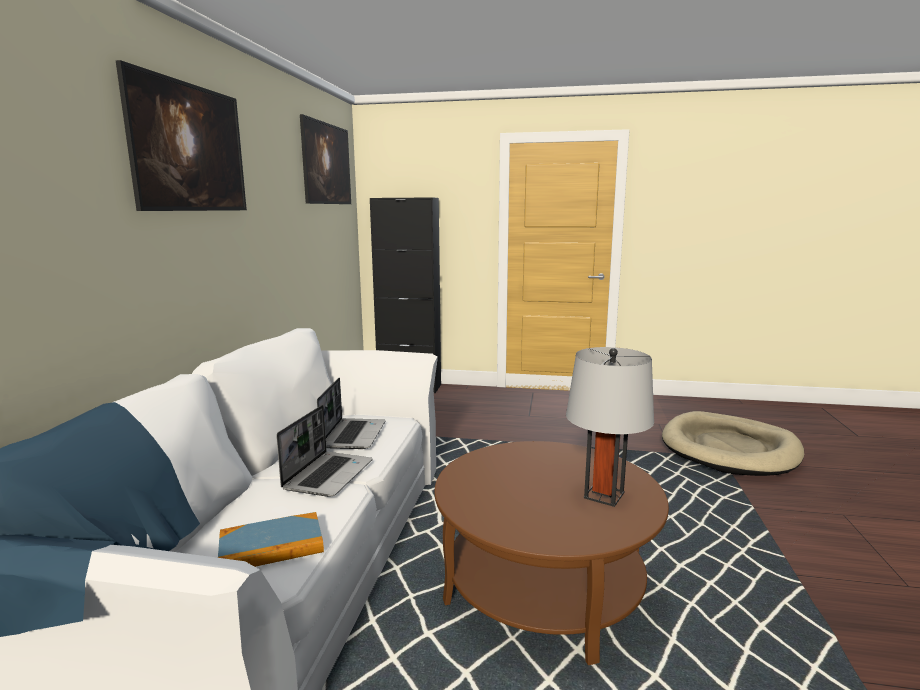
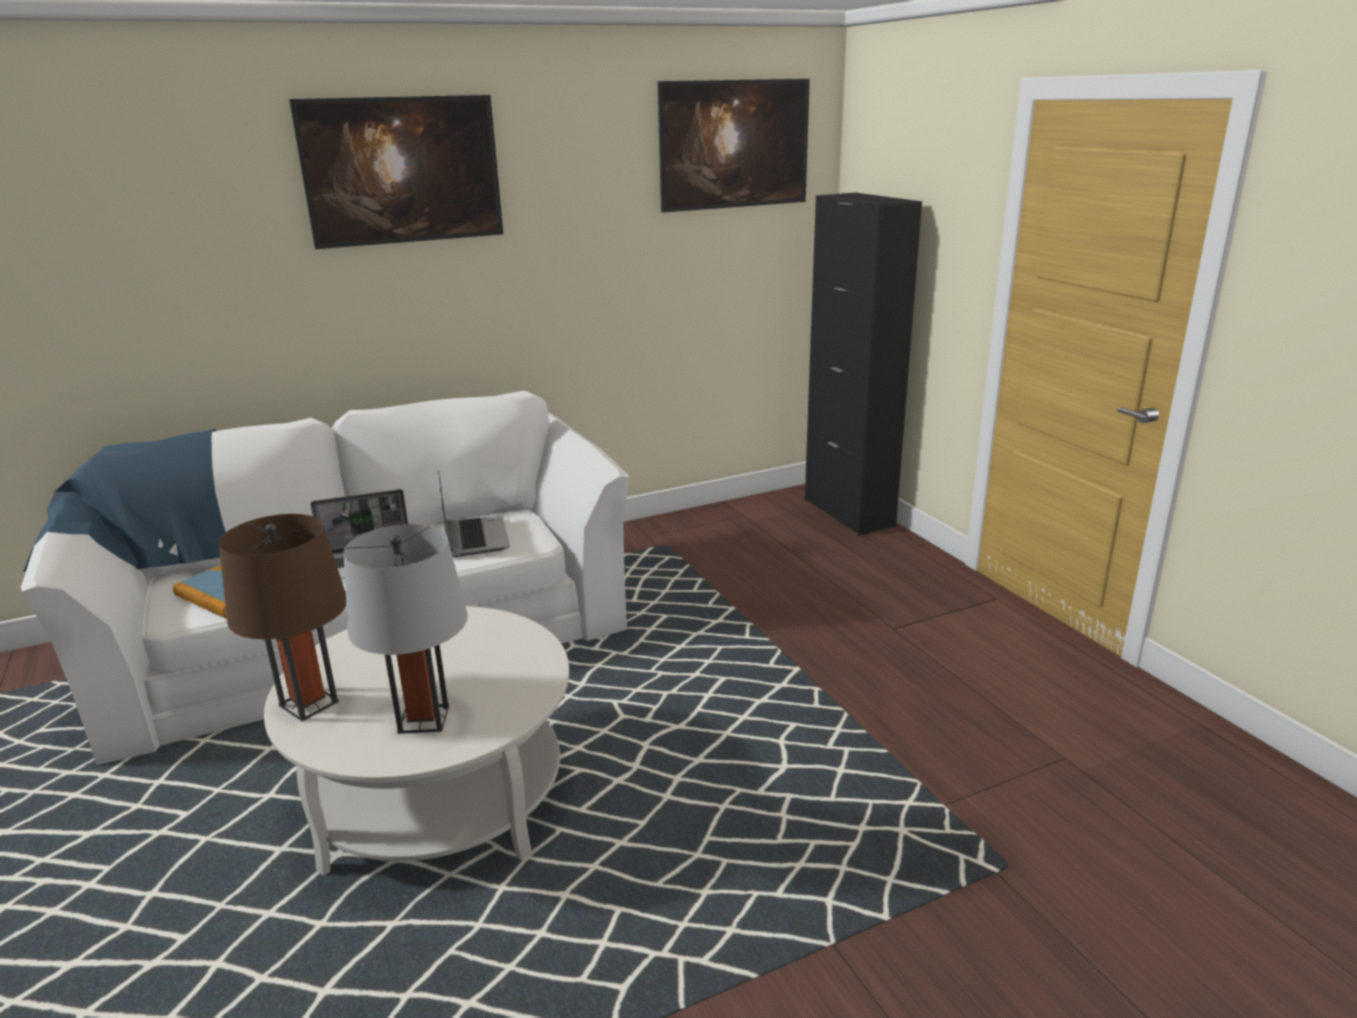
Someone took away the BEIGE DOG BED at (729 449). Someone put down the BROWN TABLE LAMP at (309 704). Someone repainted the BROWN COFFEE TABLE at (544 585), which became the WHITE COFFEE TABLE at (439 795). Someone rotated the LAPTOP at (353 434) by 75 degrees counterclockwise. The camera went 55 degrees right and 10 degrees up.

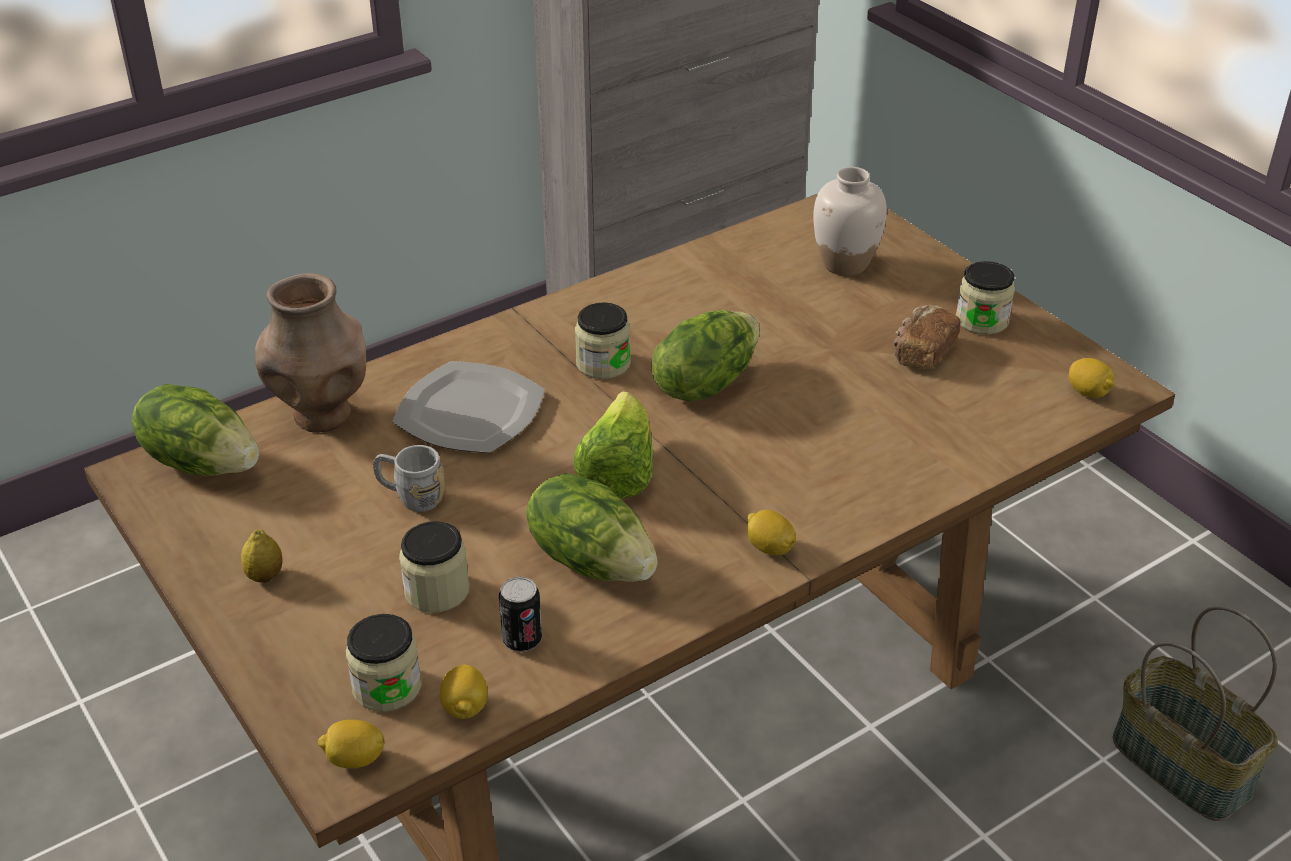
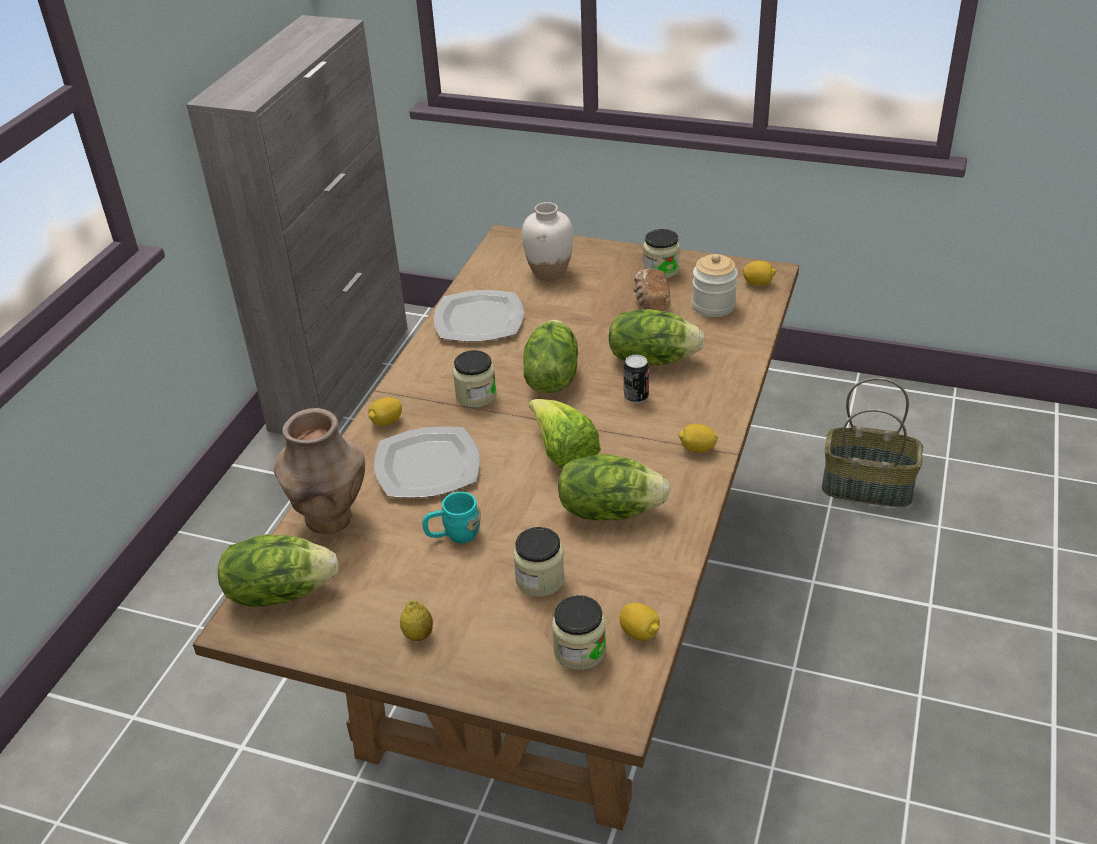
Someone put down the PLATE at (480 319). Someone put down the LETTUCE at (652 359). Someone put down the JAR at (713 306). Someone carried the LEMON from (354 759) to (386 422). Someone carried the CAN from (522 640) to (636 396). Someone repainted the GREY MUG at (411 497), which became the TURQUOISE MUG at (454 535). The camera went 35 degrees left and 0 degrees up.

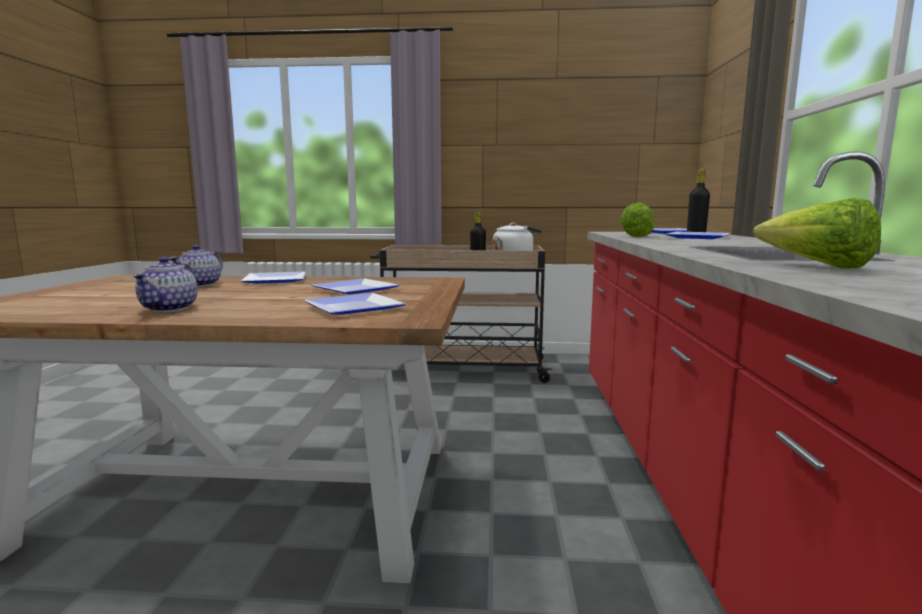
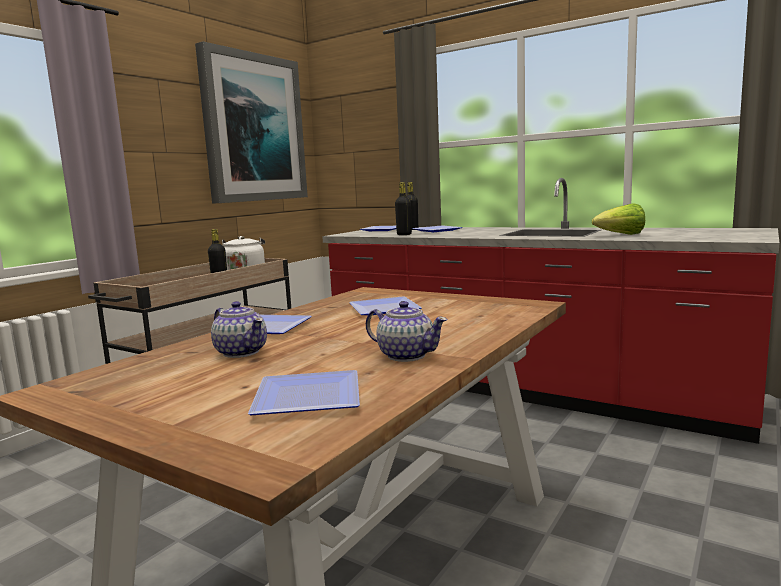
Someone put up the PICTURE at (253 129). Someone carried the PLATE from (350 308) to (304 399). Someone swapped the LETTUCE at (635 236) for the BLACK BOTTLE at (404 234). The camera went 60 degrees left and 0 degrees up.

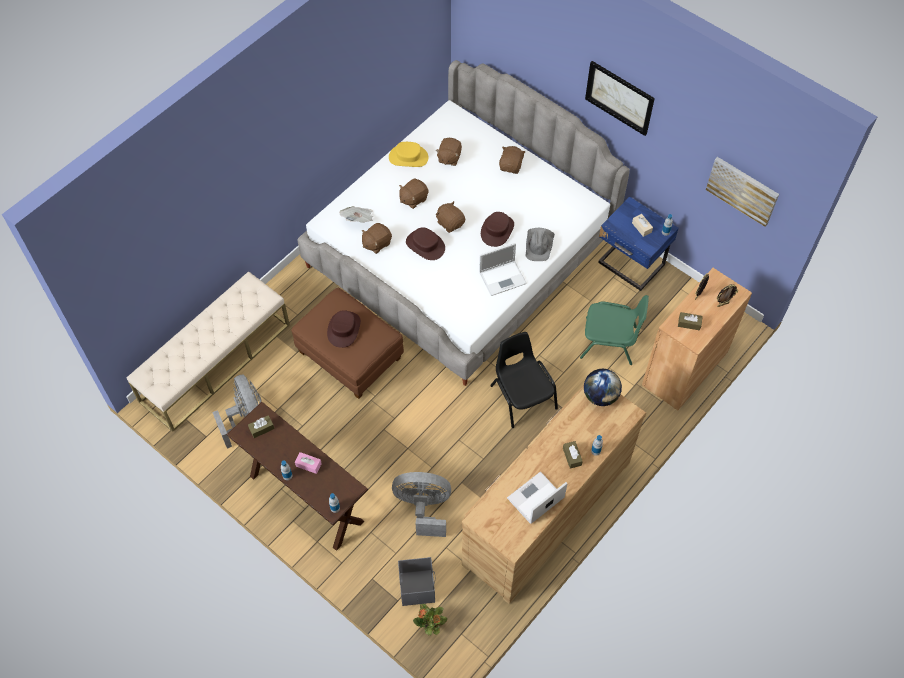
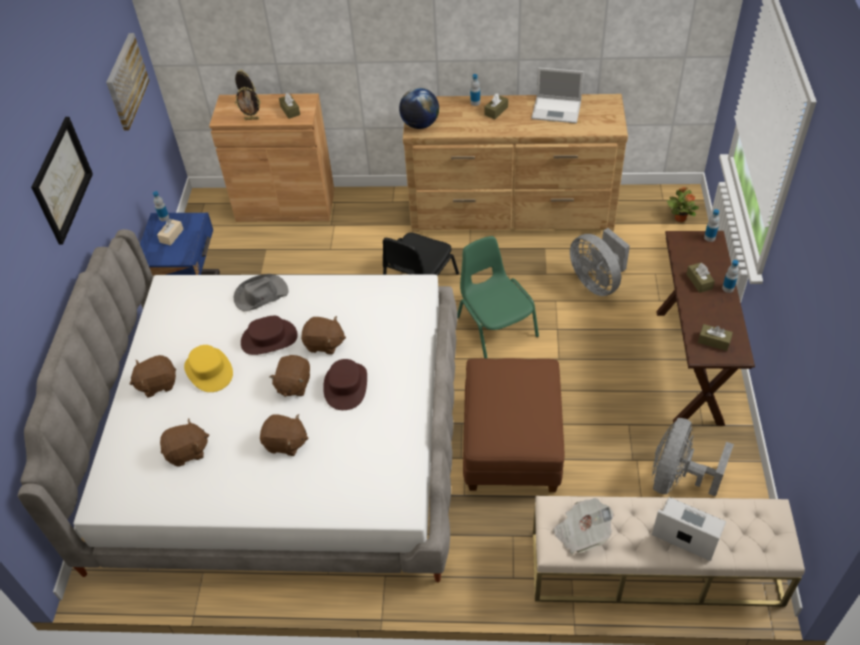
Someone took away the BROWN HAT at (344 329). Someone took away the GREY STORAGE BOX at (417 587). Someone carried the NEWSPAPER from (358 219) to (581 533). Someone carried the BROWN PLUSH TOY from (376 243) to (324 344). Someone carried the YELLOW HAT from (408 157) to (209 370). Someone carried the LAPTOP from (503 277) to (687 529). Someone carried the GREEN CHAIR from (609 342) to (495 326). Someone repainted the PINK TISSUE BOX at (308 465), which became the BROWN TISSUE BOX at (699 281). The camera went 125 degrees left and 10 degrees down.

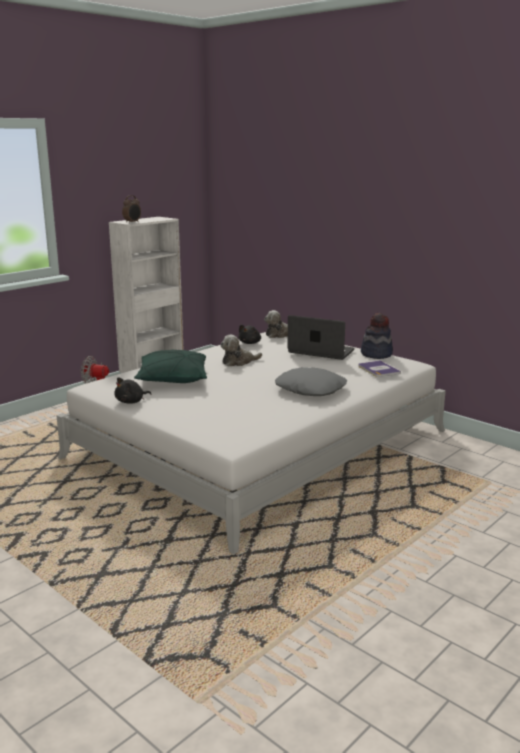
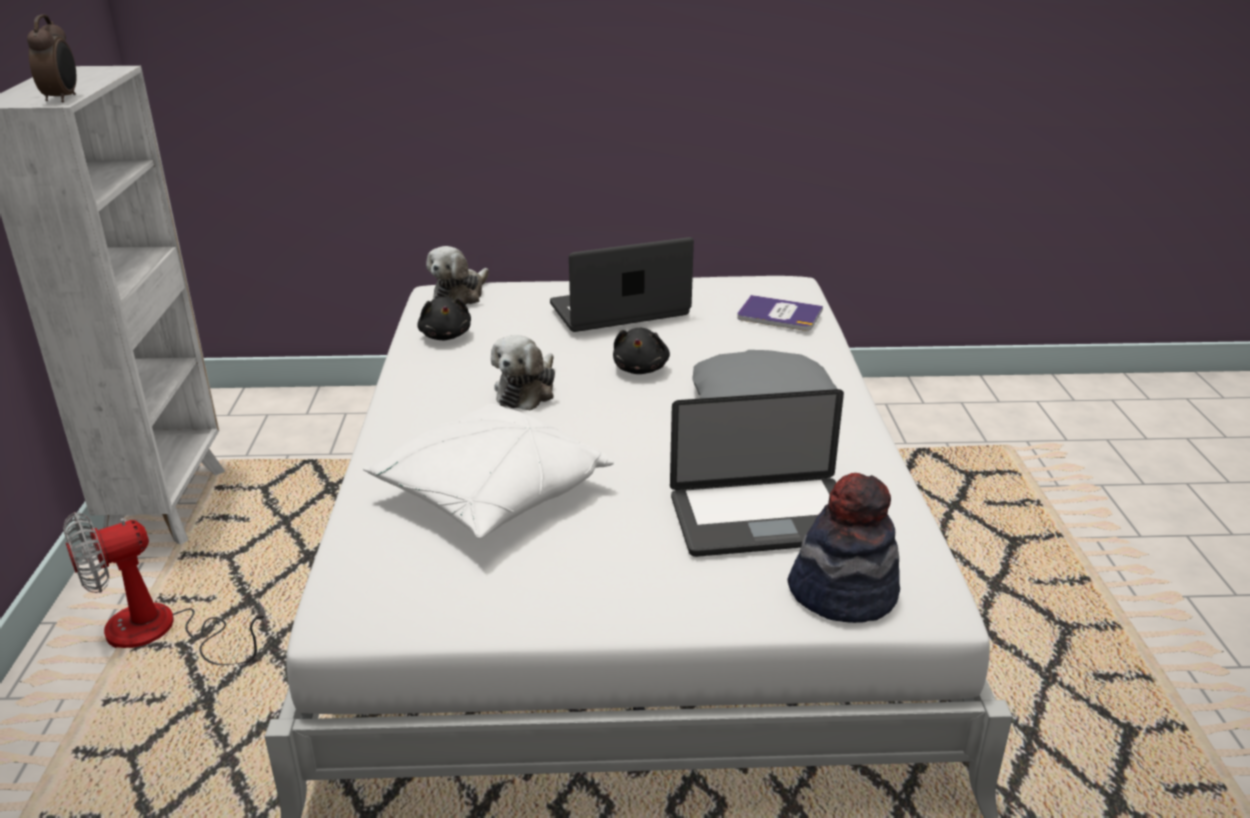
Someone put down the LAPTOP at (764 519). Someone carried the BLACK PLUSH TOY from (131 402) to (641 369). Someone carried the HAT from (376 354) to (843 592). Someone repainted the GREEN PILLOW at (172 379), which became the WHITE PILLOW at (490 495). The camera went 45 degrees left and 10 degrees up.

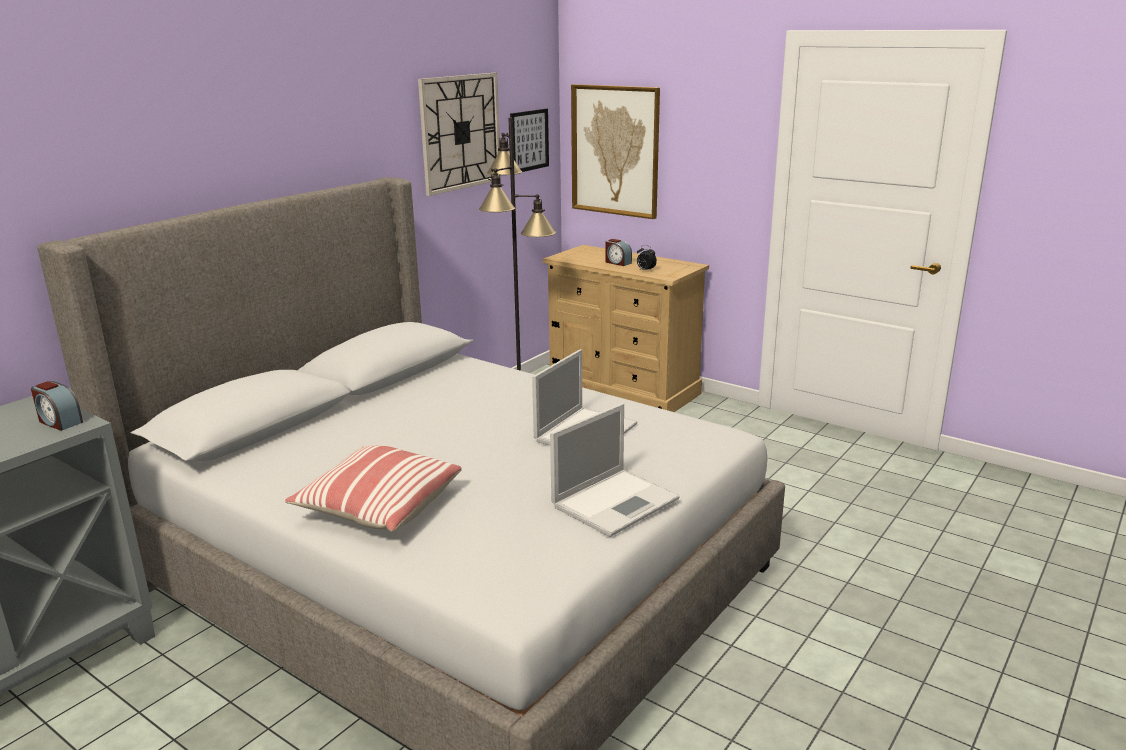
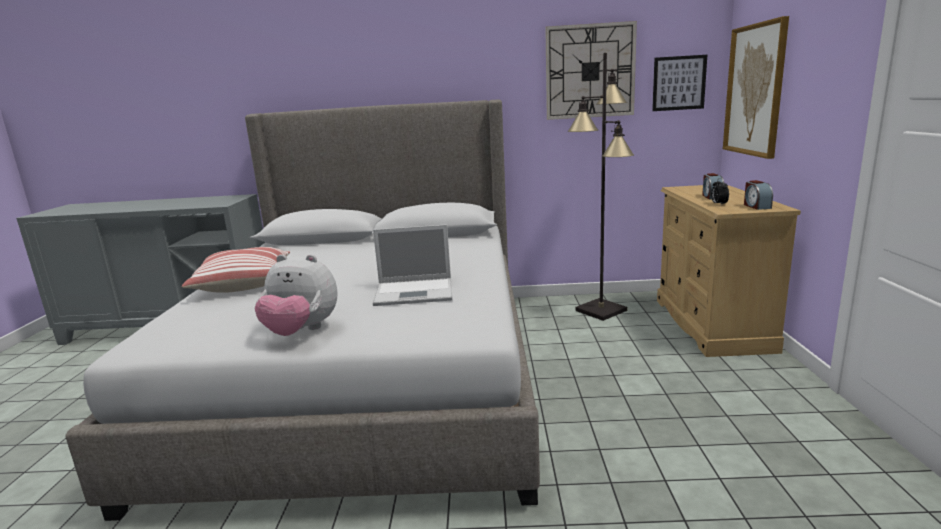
Someone carried the ALARM CLOCK from (59 422) to (756 206). Someone swapped the LAPTOP at (616 501) for the PLUSH TOY at (301 332). The camera went 55 degrees right and 5 degrees down.

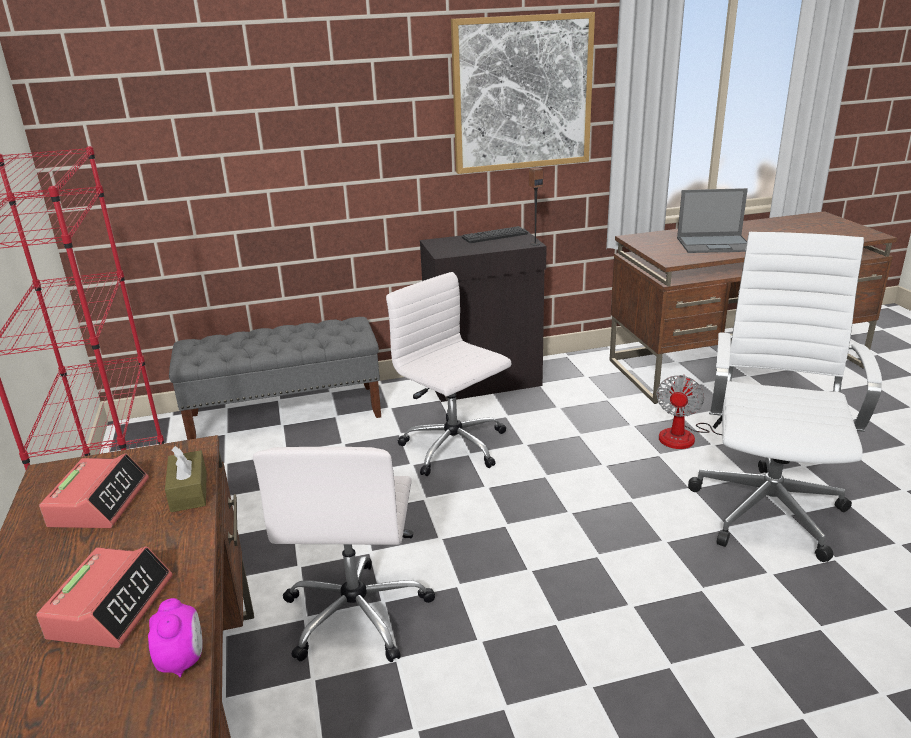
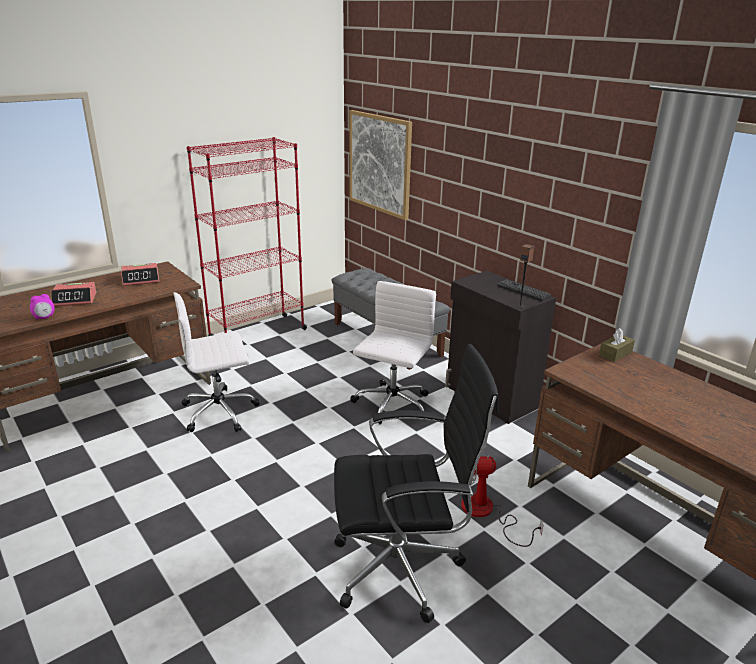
Someone took away the LAPTOP at (715 244). Someone carried the BROWN TISSUE BOX from (189 491) to (615 353). Someone carried the PICTURE from (522 93) to (380 163). Someone repainted the WHITE OFFICE CHAIR at (767 507), which became the BLACK OFFICE CHAIR at (403 568). The camera went 65 degrees right and 0 degrees up.

